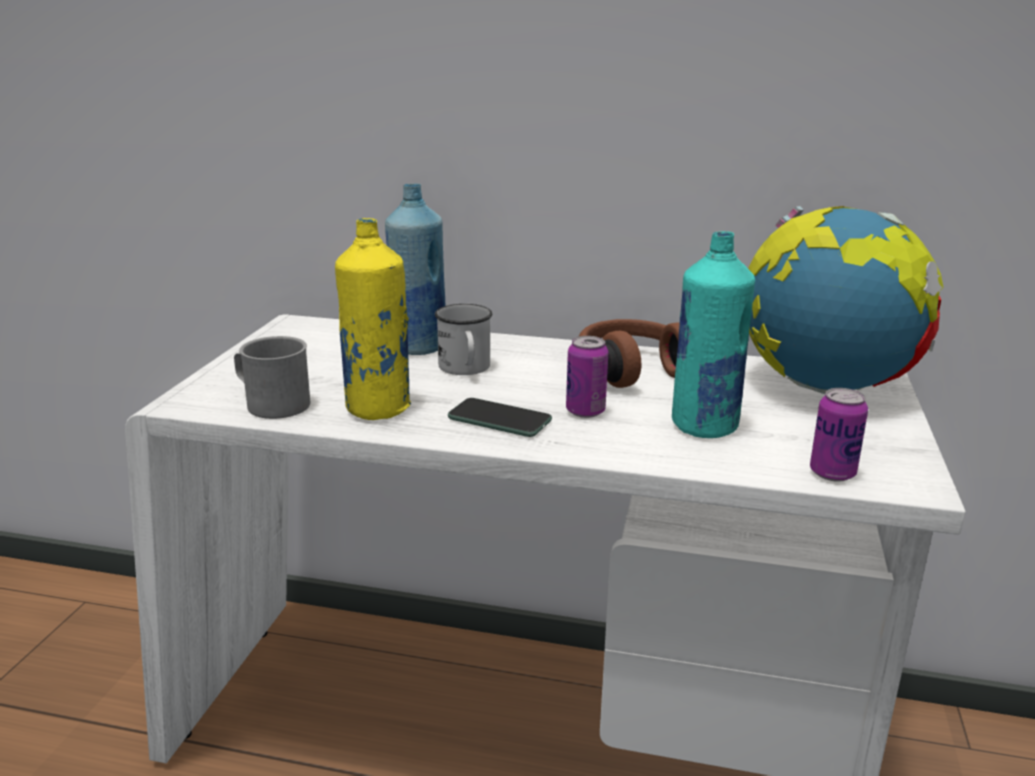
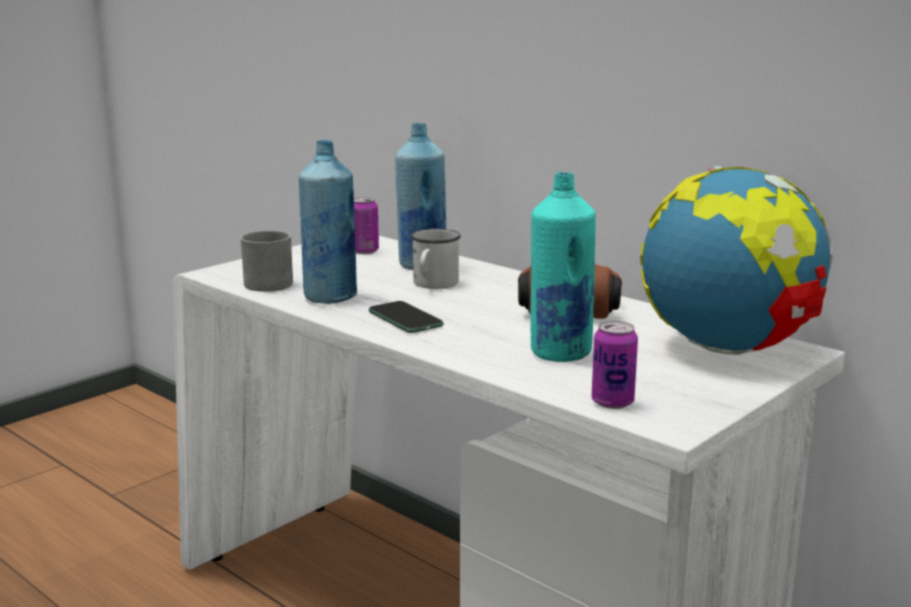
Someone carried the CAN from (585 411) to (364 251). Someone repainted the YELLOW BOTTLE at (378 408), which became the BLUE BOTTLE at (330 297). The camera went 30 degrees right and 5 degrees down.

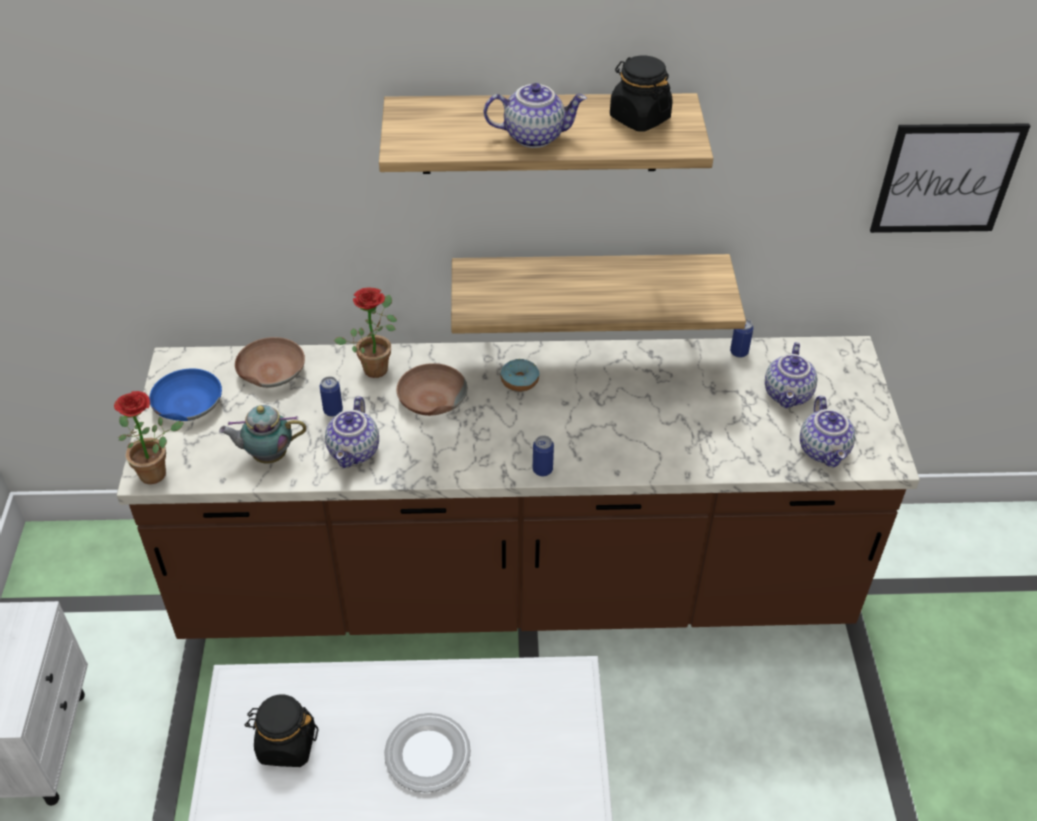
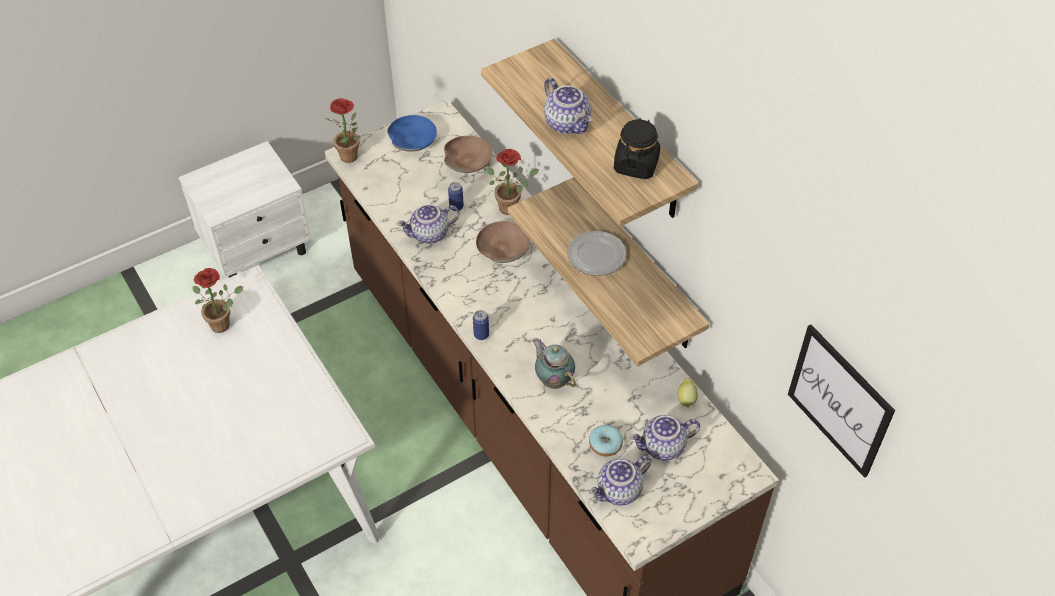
Someone carried the TEAPOT from (267 455) to (553 379). Someone carried the PLATE from (428 755) to (596 256). Someone carried the DONUT from (519 380) to (605 444). Someone swapped the BLACK JAR at (286 744) for the POTTED PLANT at (224 323). Someone swapped the CAN at (739 352) for the LEMON at (686 399). The camera went 60 degrees right and 5 degrees up.

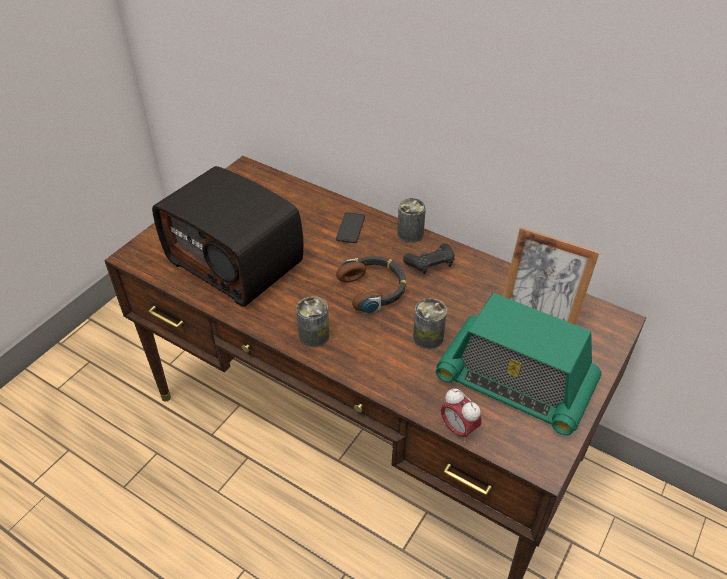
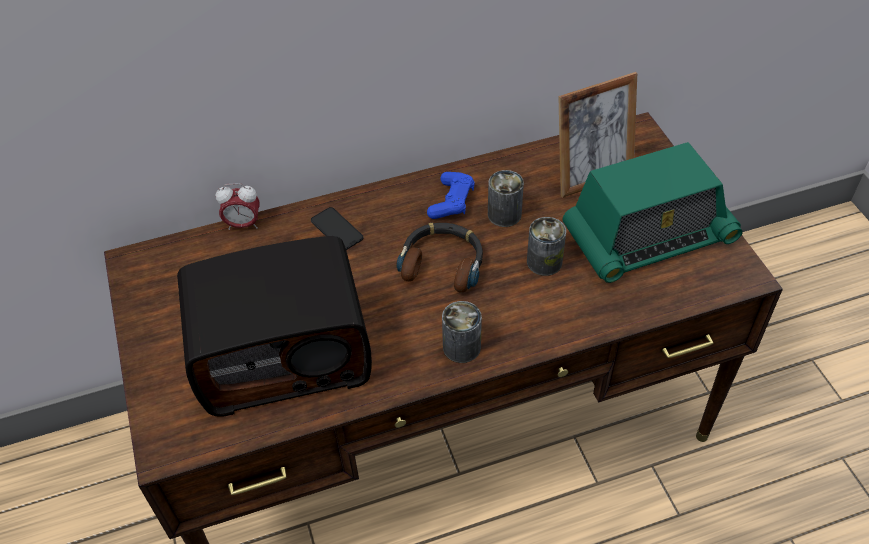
Someone carried the CAN from (410 234) to (504 214). Someone carried the ALARM CLOCK from (458 429) to (243 224). Someone repainted the BLACK GAME CONTROLLER at (430 264), which became the BLUE GAME CONTROLLER at (451 202). The camera went 50 degrees left and 5 degrees up.

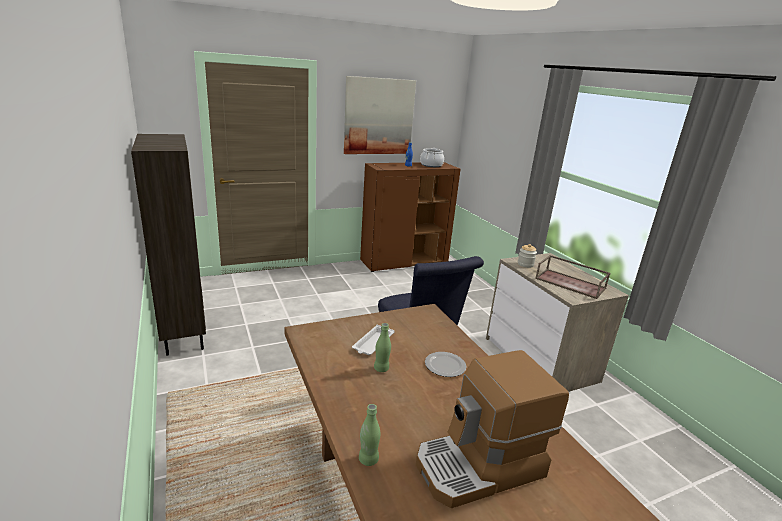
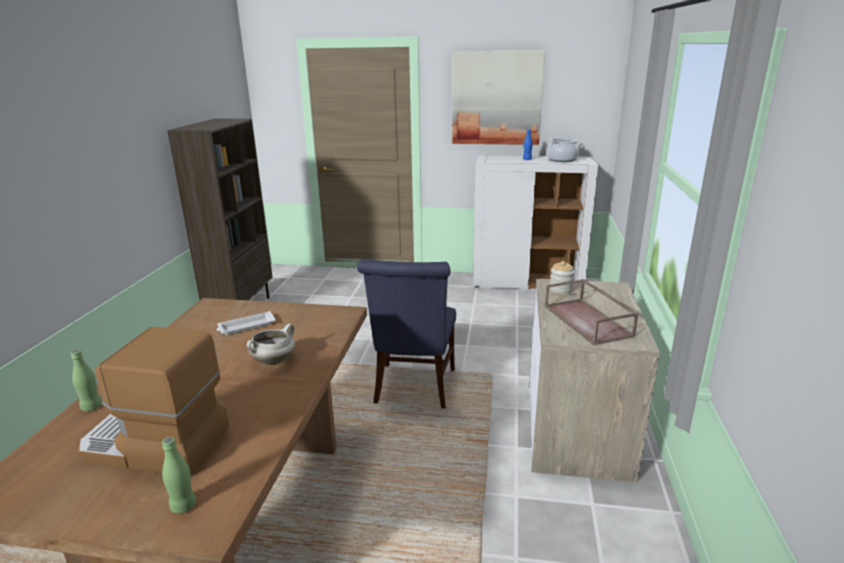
Someone carried the GREEN BOTTLE from (381 368) to (183 506). Someone swapped the PLATE at (444 365) for the WHITE COOKING POT at (274 361). Someone repainted the BROWN CABINET at (404 262), which became the WHITE CABINET at (527 283). The camera went 35 degrees right and 0 degrees up.

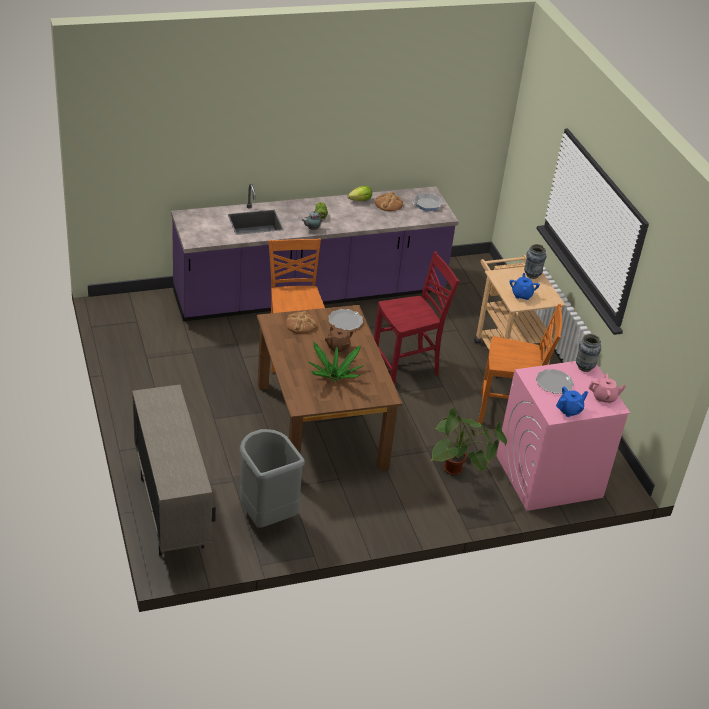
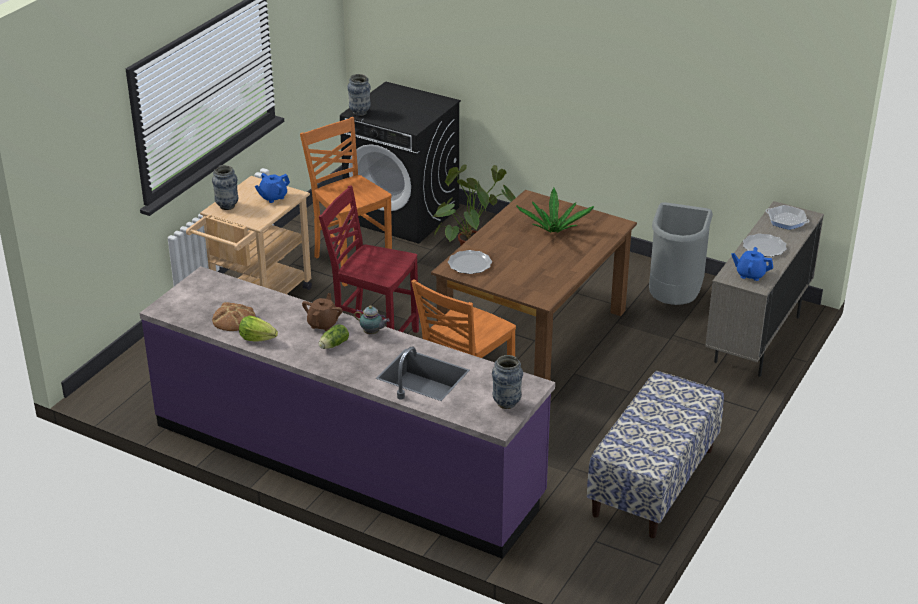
Someone took away the BREAD at (301 324). Someone took away the PINK TEAPOT at (604 397). Someone put down the VASE at (506 403). Someone put down the BENCH at (653 482). Someone carried the BROWN TEAPOT from (338 347) to (323 324). Someone carried the FRYING PAN from (427 204) to (786 220). Someone carried the PLATE from (554 383) to (763 247). Someone carried the BLUE TEAPOT from (569 410) to (750 274). Someone repainted the PINK WASHING MACHINE at (548 476), which became the BLACK WASHING MACHINE at (403 214). The camera went 130 degrees left and 5 degrees down.

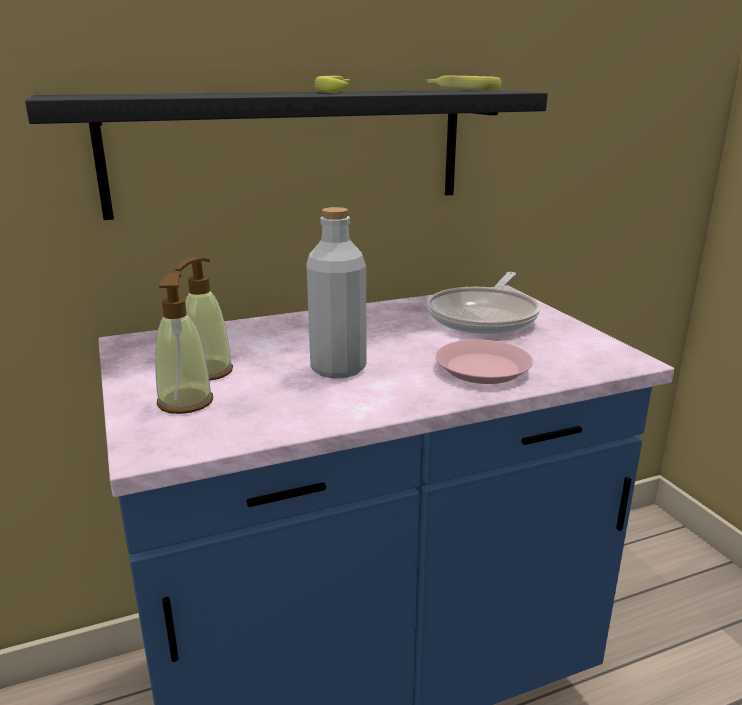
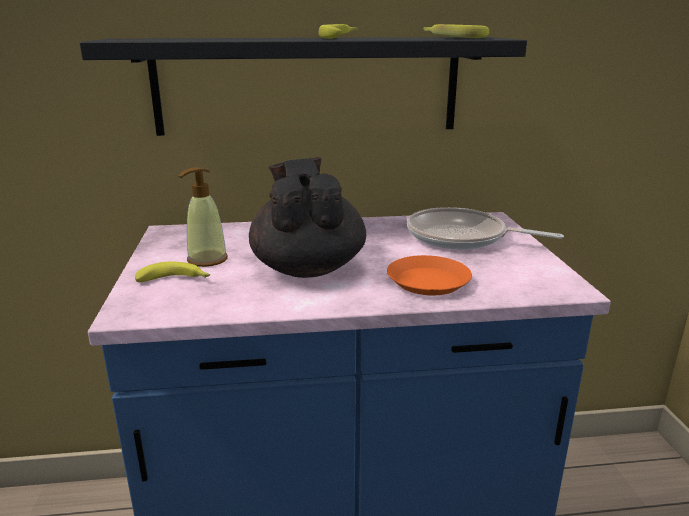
Someone swapped the SOAP DISPENSER at (185 402) for the BANANA at (176 281). Someone swapped the GREY BOTTLE at (338 368) for the BLACK TEAPOT at (307 268). Someone repainted the PINK PLATE at (483 369), which became the ORANGE PLATE at (428 281). Someone rotated the FRYING PAN at (484 317) by 75 degrees clockwise. The camera went 15 degrees right and 0 degrees up.

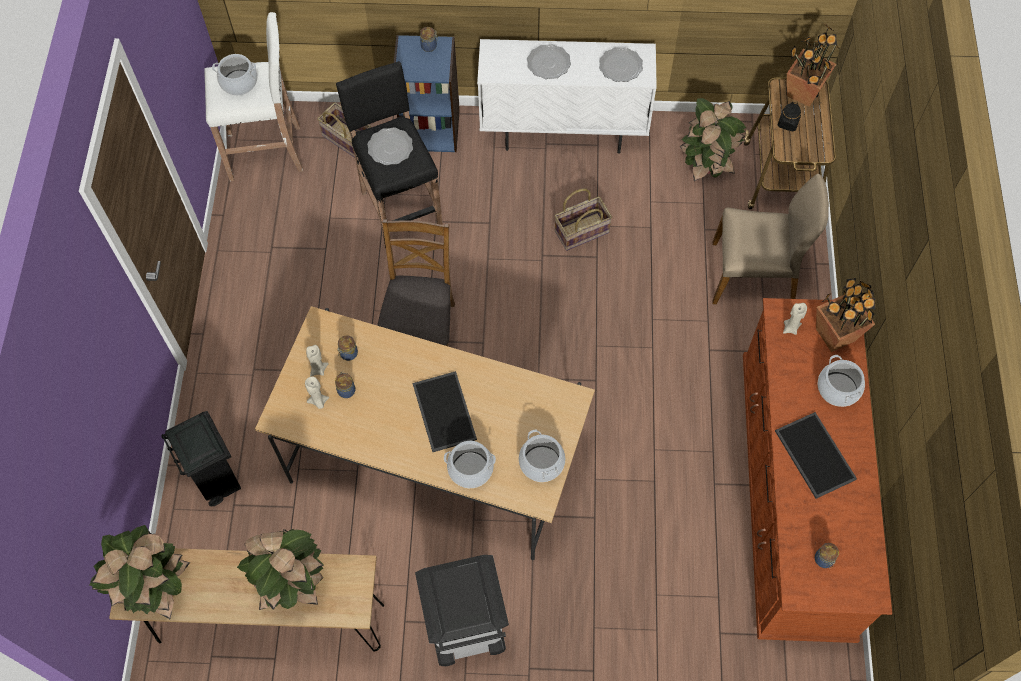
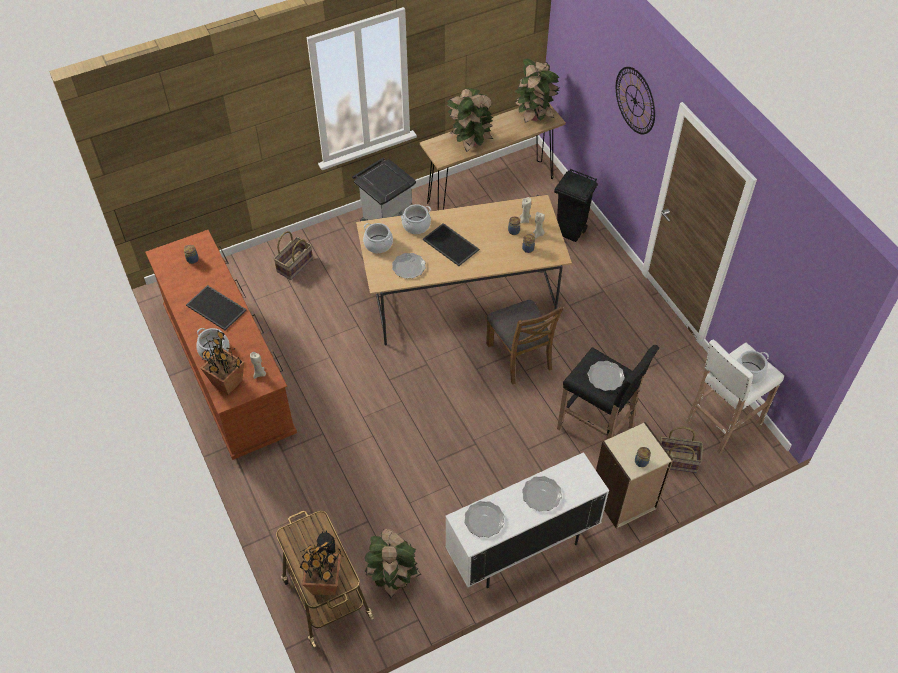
Someone took away the BEIGE CHAIR at (754 275). Someone put down the PLATE at (409 267). Someone put up the WALL CLOCK at (635 100). Someone carried the BASKET from (581 231) to (295 265). Someone repainted the BLUE BOOKCASE at (431 129), which became the BEIGE BOOKCASE at (624 500). The camera went 150 degrees right and 10 degrees down.

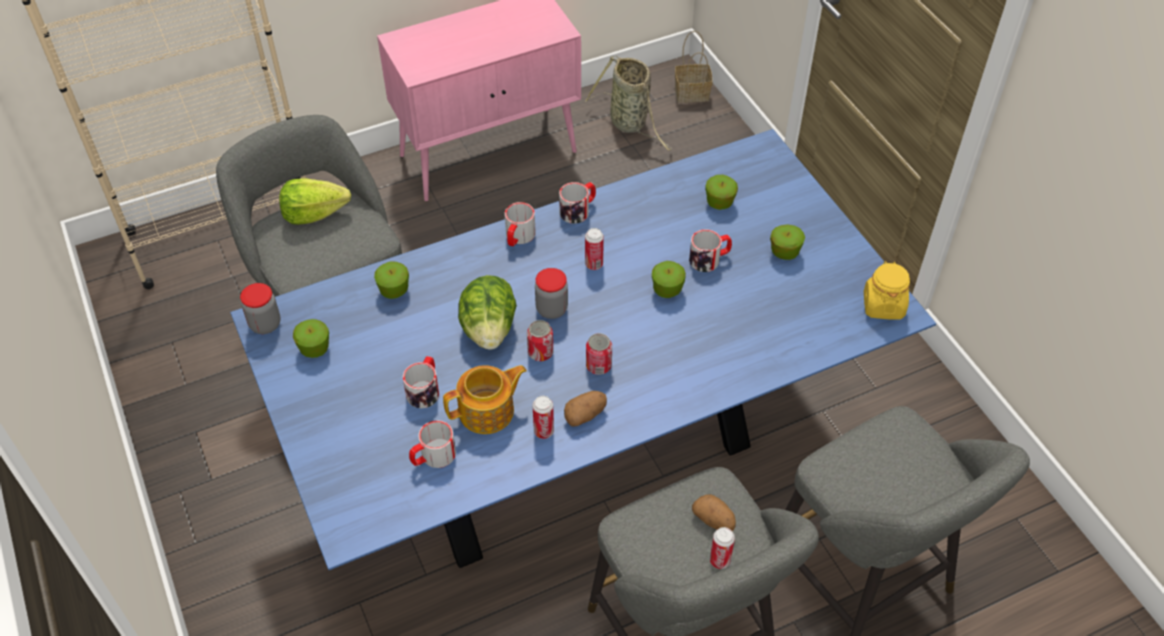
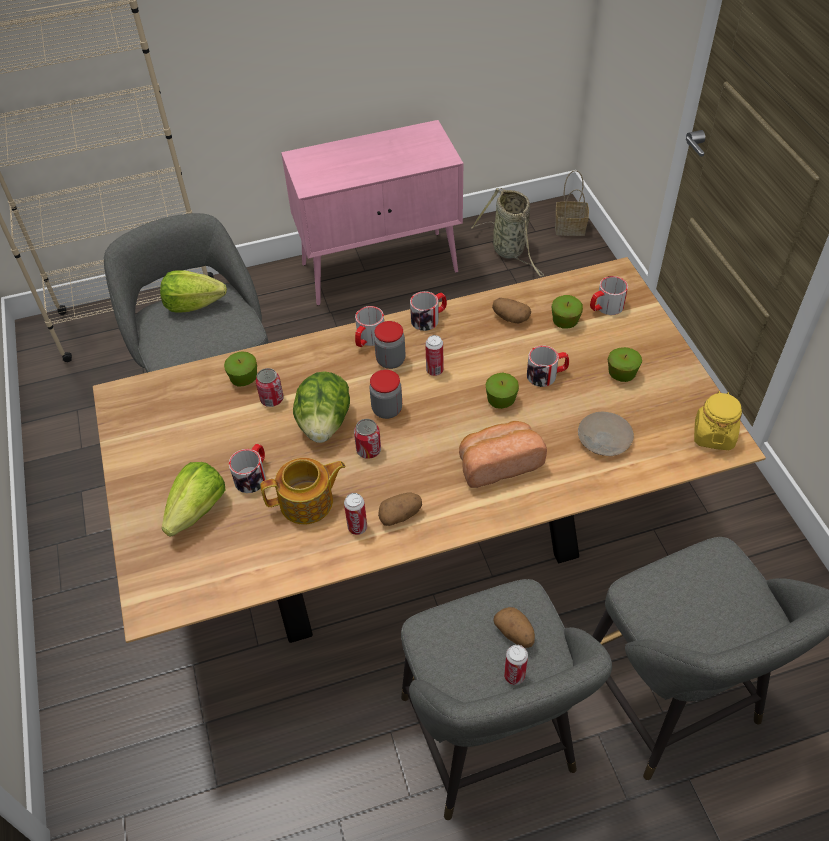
Someone took away the APPLE at (314 348). Someone put down the LETTUCE at (198 510). Someone put down the BREAD at (498 463). Someone put down the POTATO at (510 318). Someone put down the BEIGE PLATE at (604 439). Someone carried the JAR from (265 324) to (390 360). Someone carried the MUG from (433 457) to (605 307). Someone carried the CAN from (598 365) to (272 399). Someone repainted the BLUE DINING TABLE at (581 450), which became the BROWN DINING TABLE at (420 544). The camera went 10 degrees right and 0 degrees up.

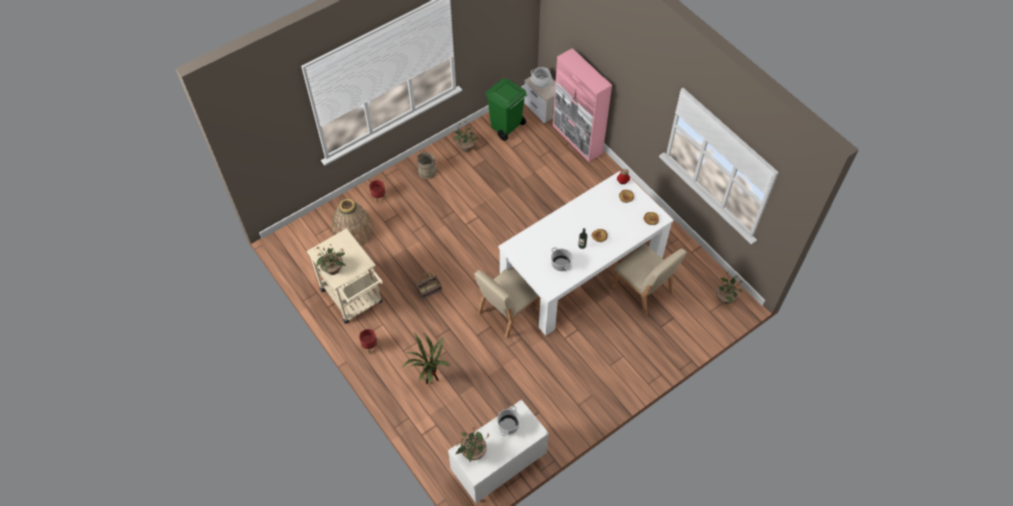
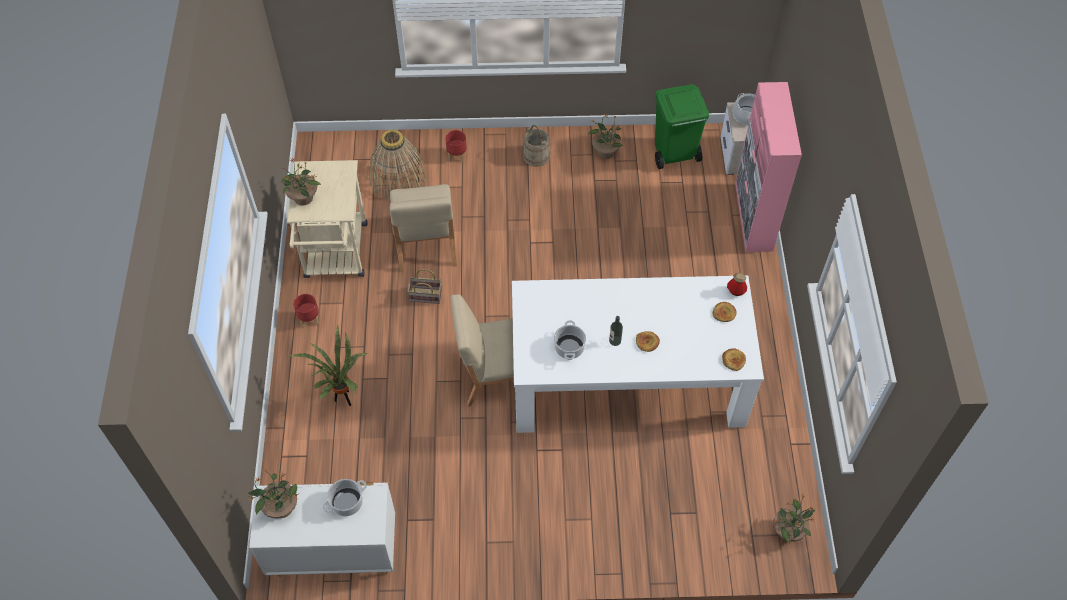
Someone carried the BEIGE CHAIR from (643 290) to (425 244). The camera went 35 degrees right and 0 degrees up.

